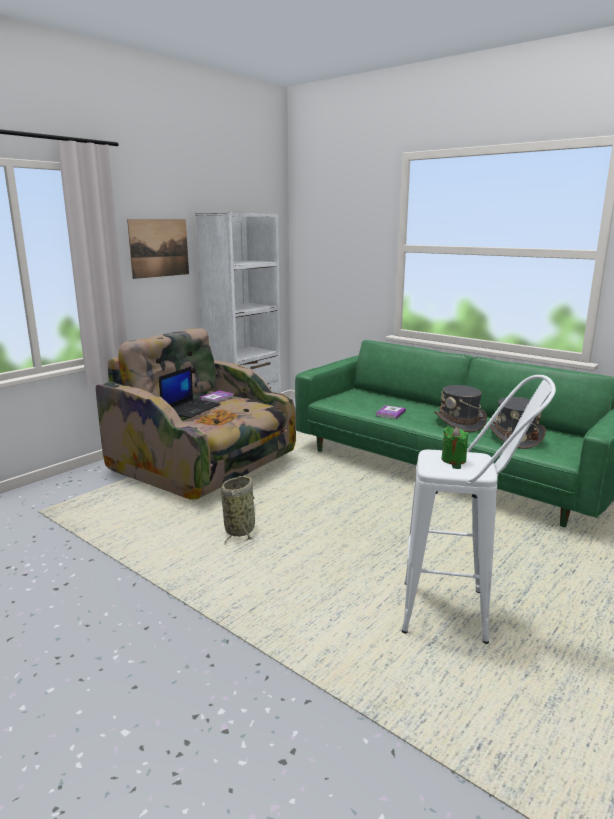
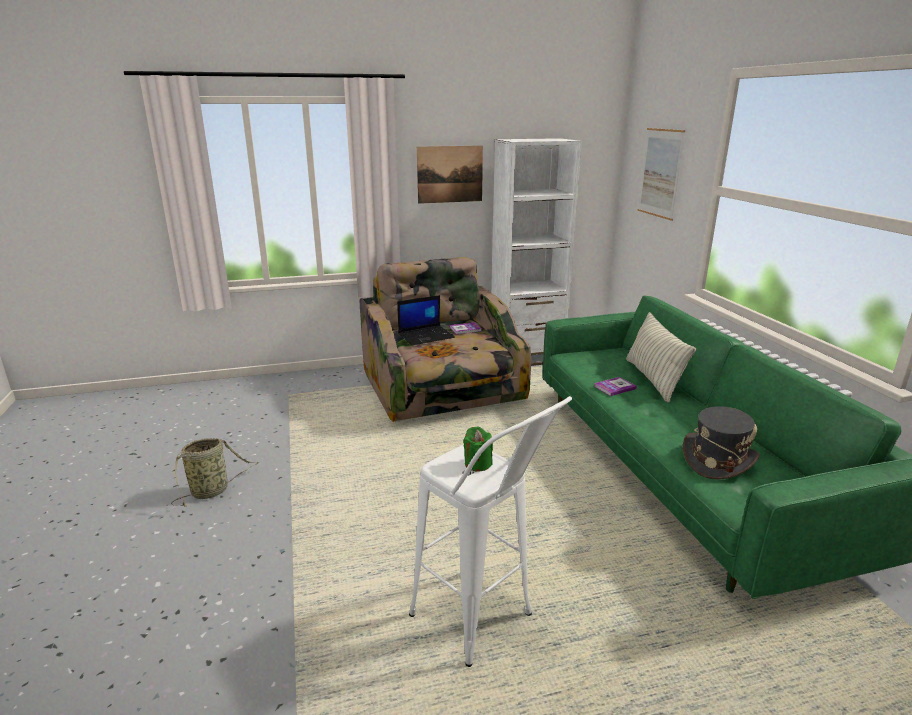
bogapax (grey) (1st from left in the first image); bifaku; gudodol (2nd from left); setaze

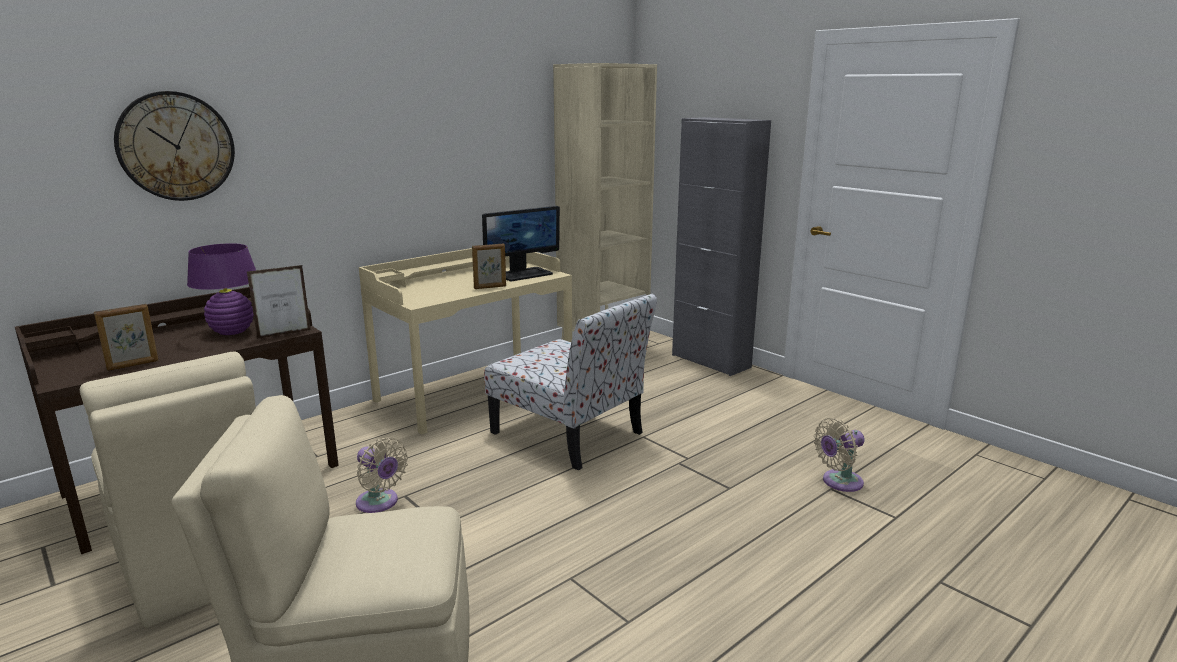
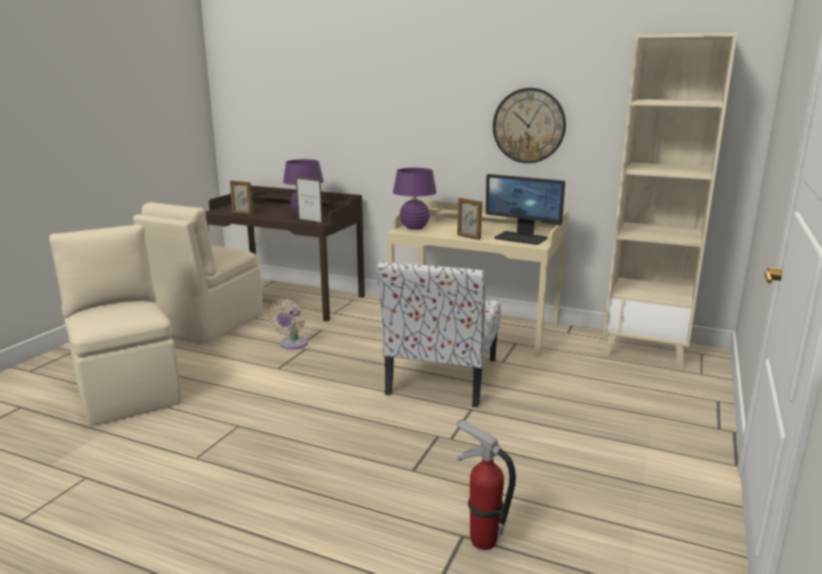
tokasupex; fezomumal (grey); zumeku; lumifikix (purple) (2nd from left)

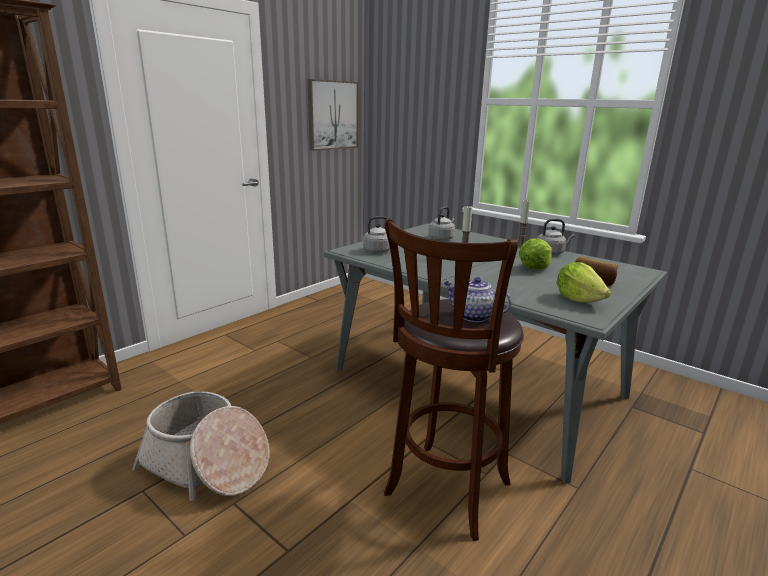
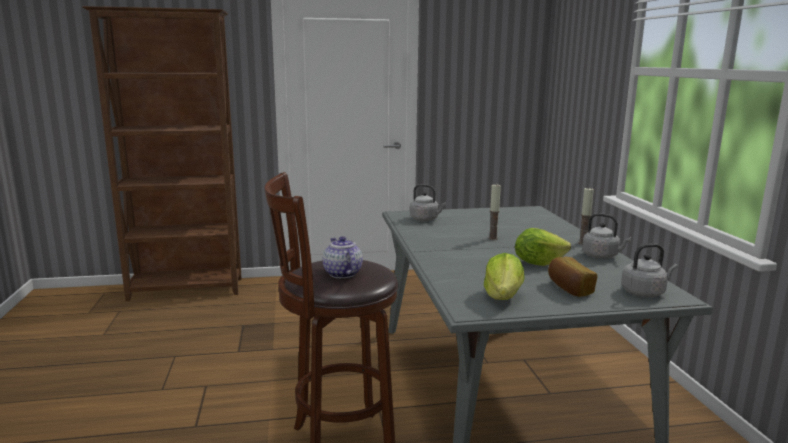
gudodol; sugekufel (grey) (3rd from left); bifaku

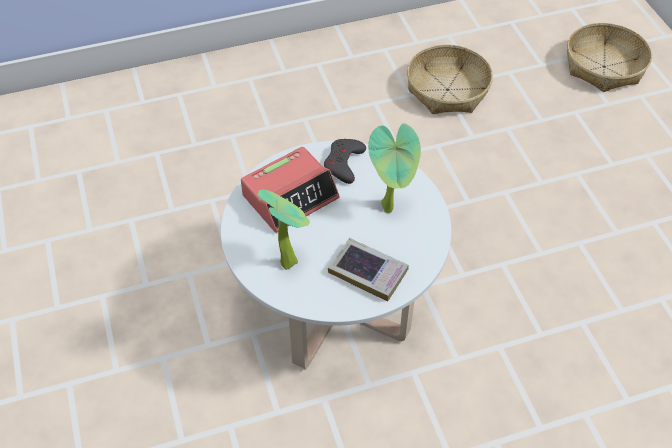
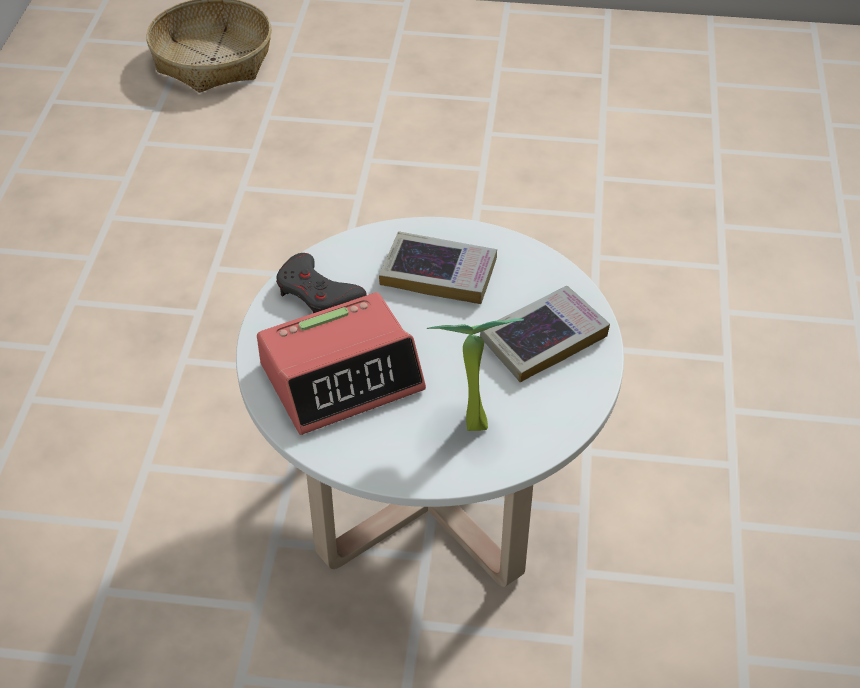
bifaku (1st from left in the first image); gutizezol (1st from left); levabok

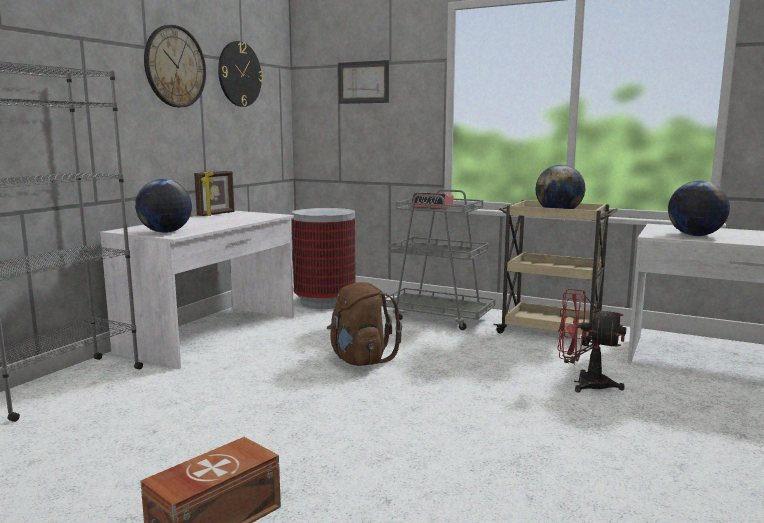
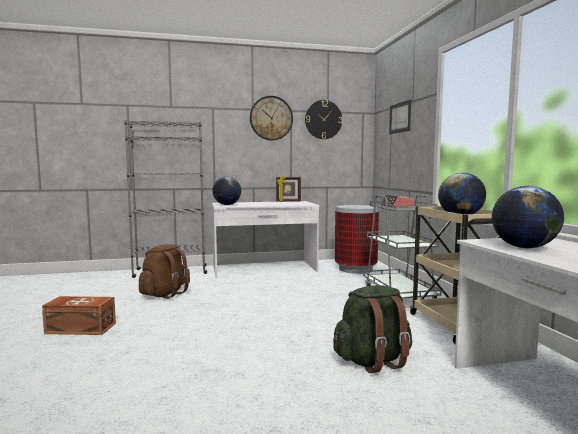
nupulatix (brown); nupulatix (green)

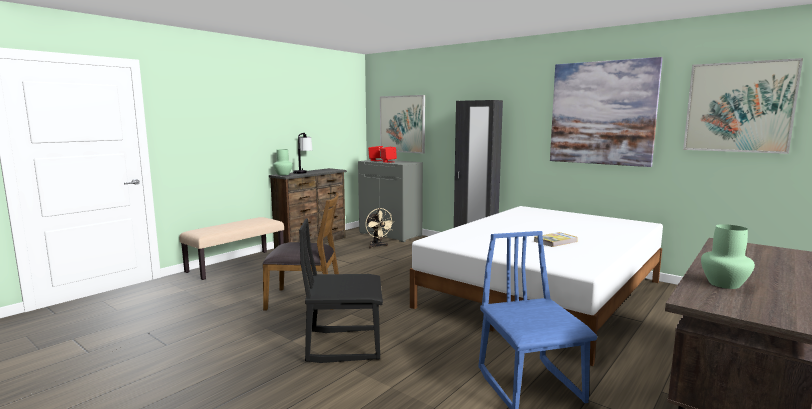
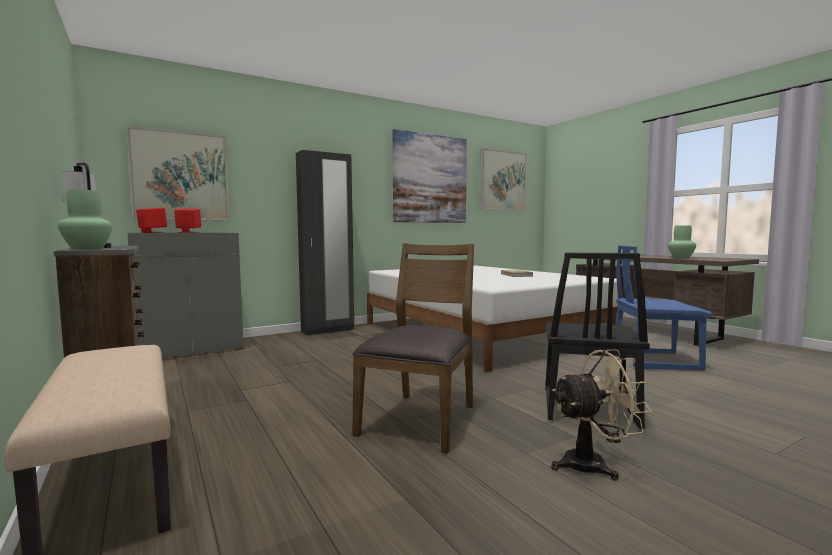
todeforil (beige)

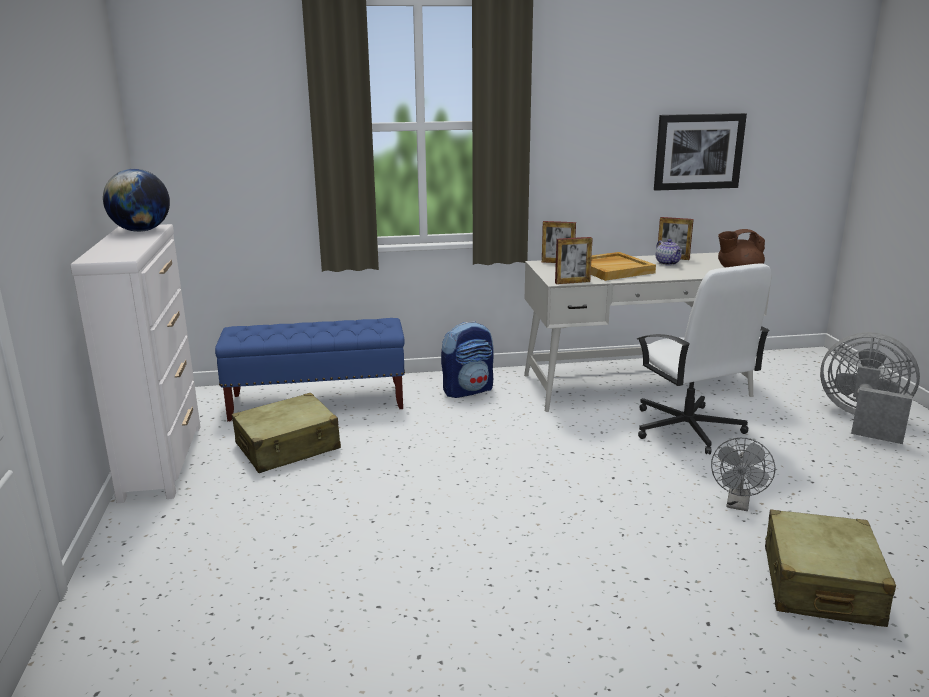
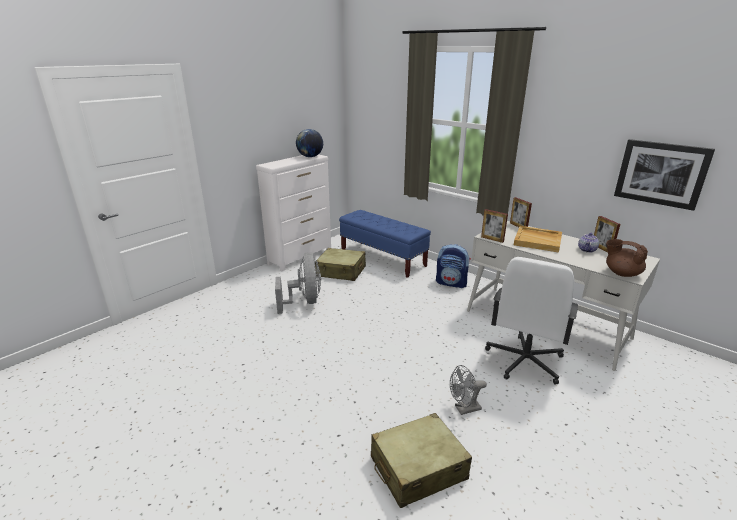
todeforil (grey) (1st from left)

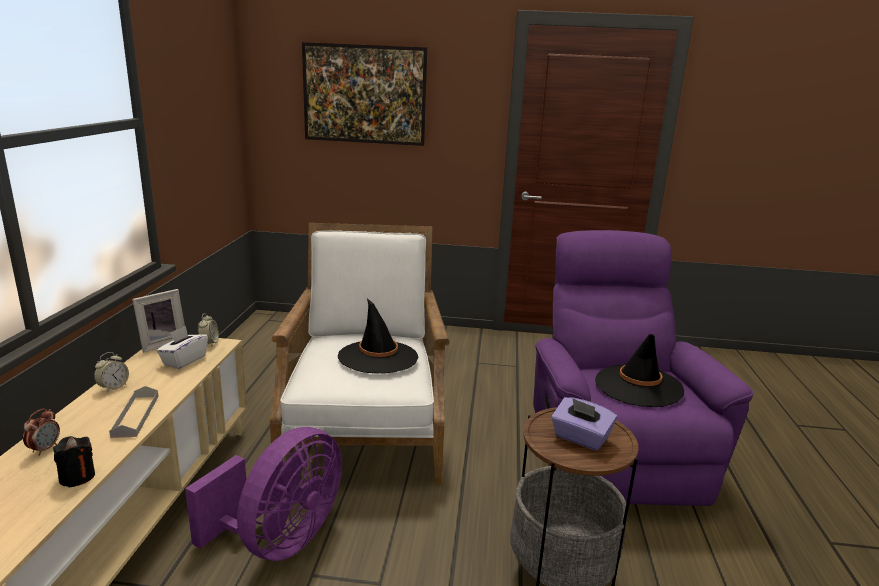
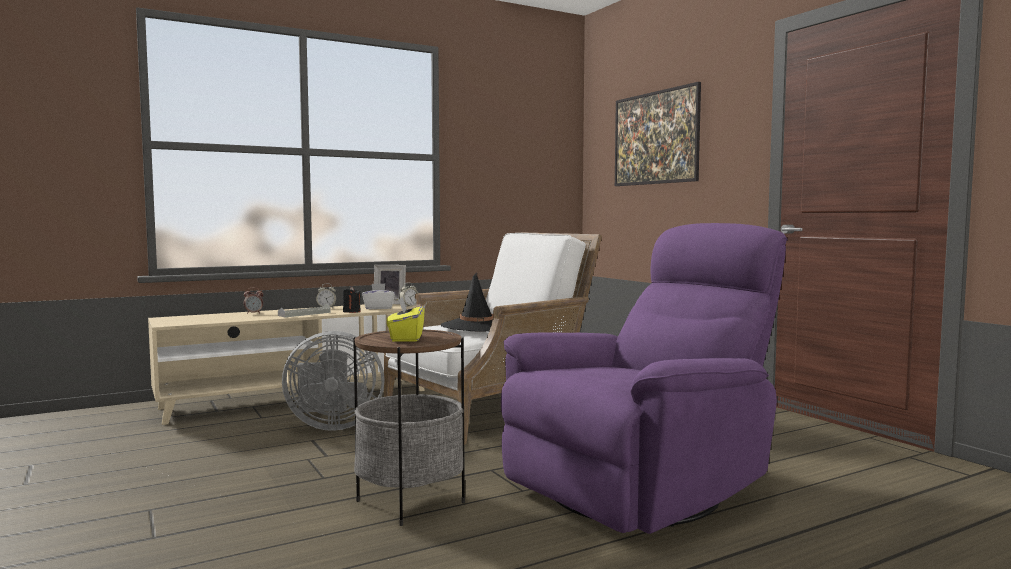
bogapax (black) (2nd from left in the first image); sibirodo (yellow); todeforil (grey); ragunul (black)

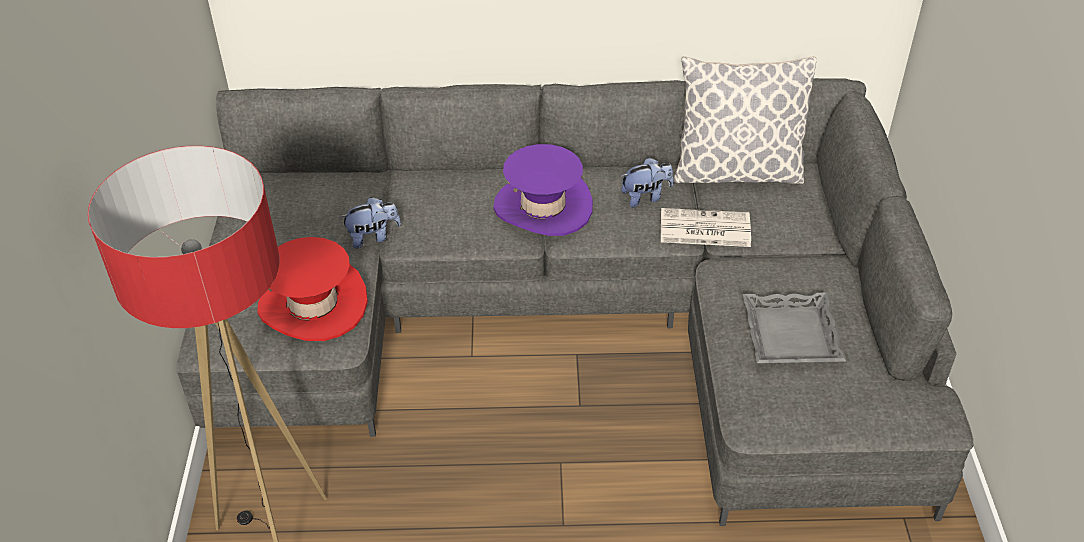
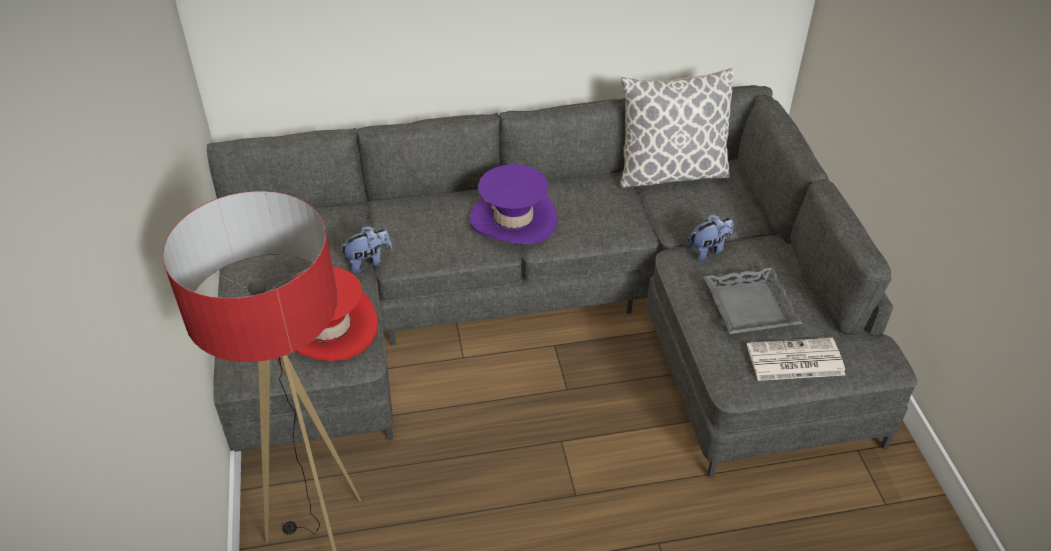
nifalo (2nd from left); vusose

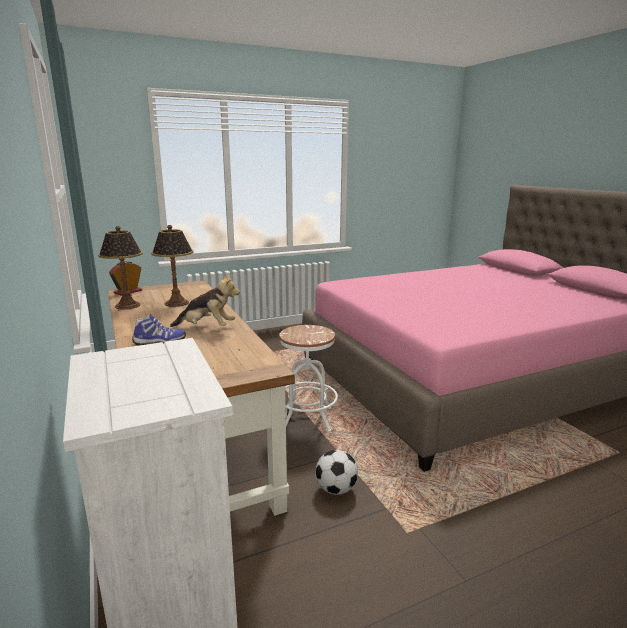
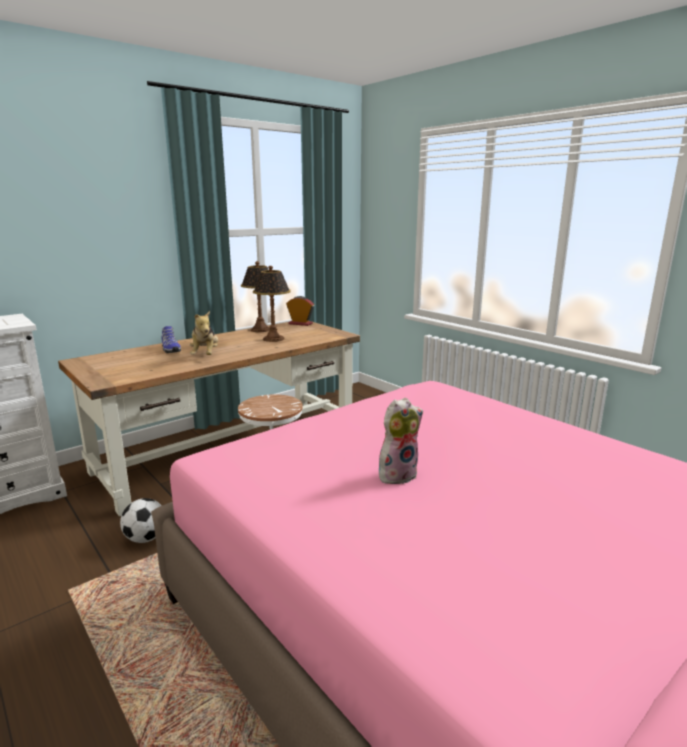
nifalo (2nd from left)

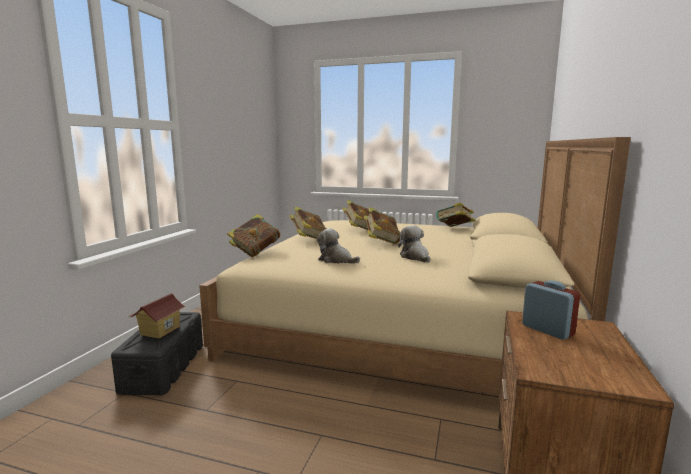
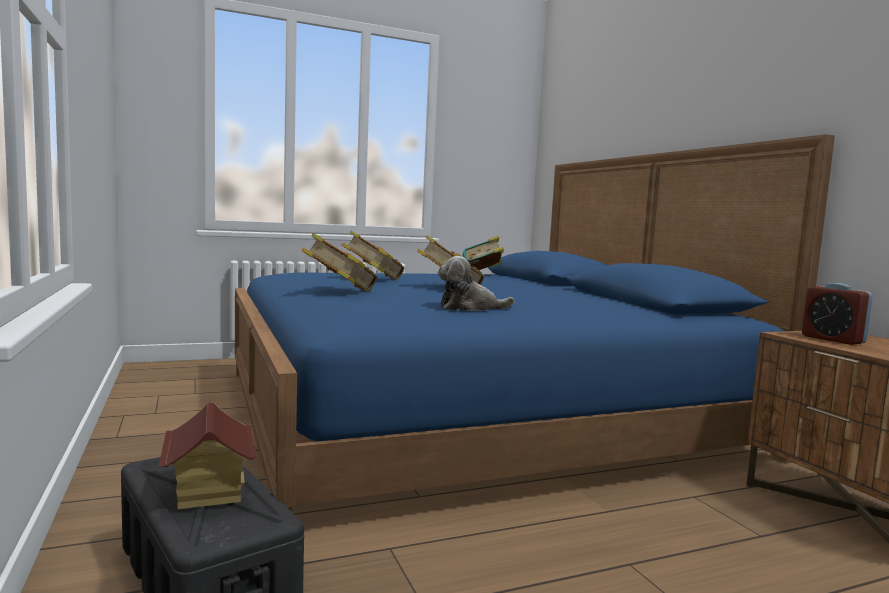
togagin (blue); gutizezol (1st from left in the first image); nifalo (2nd from left in the first image); levabok

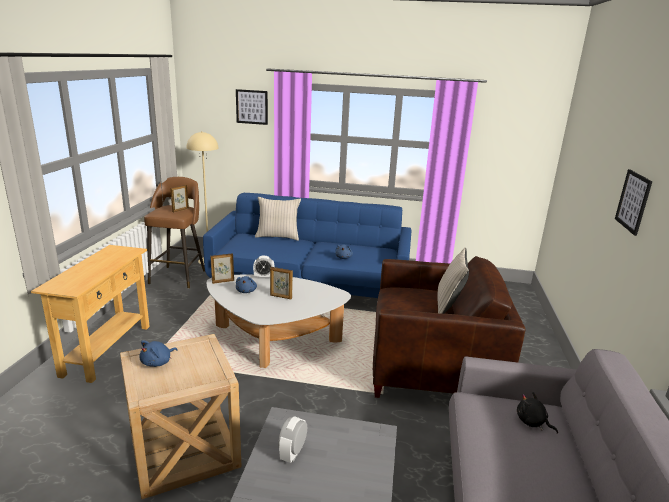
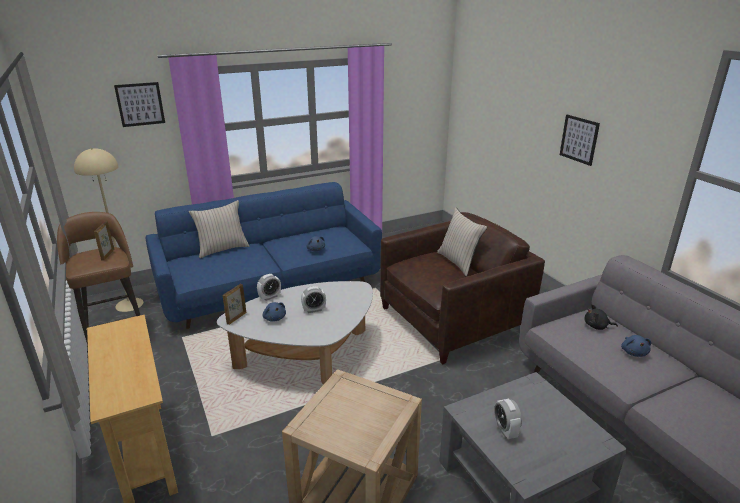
levabok (2nd from left); nifalo (blue) (3rd from left)

